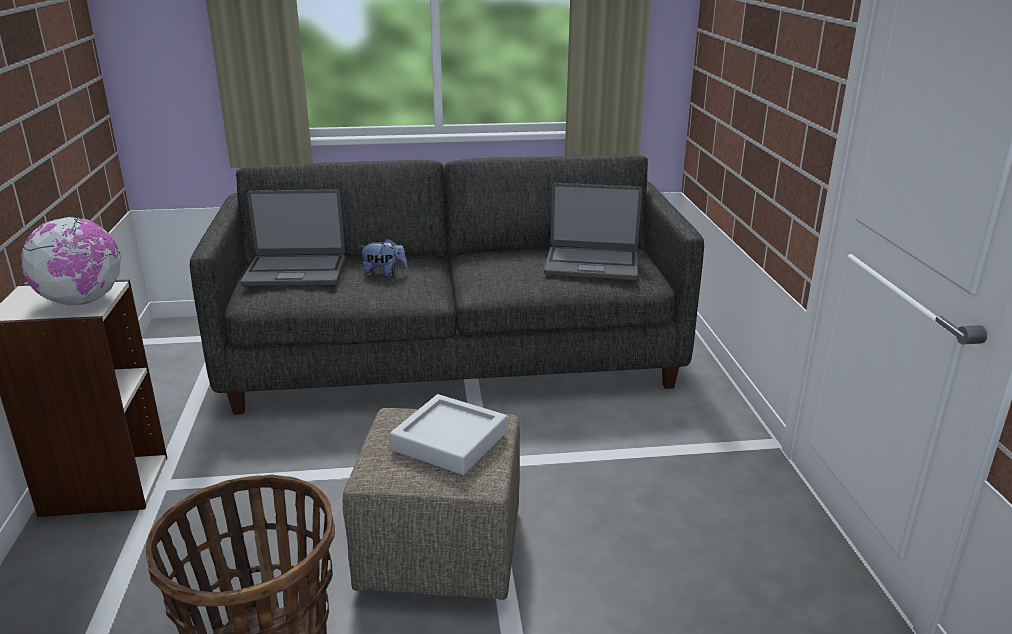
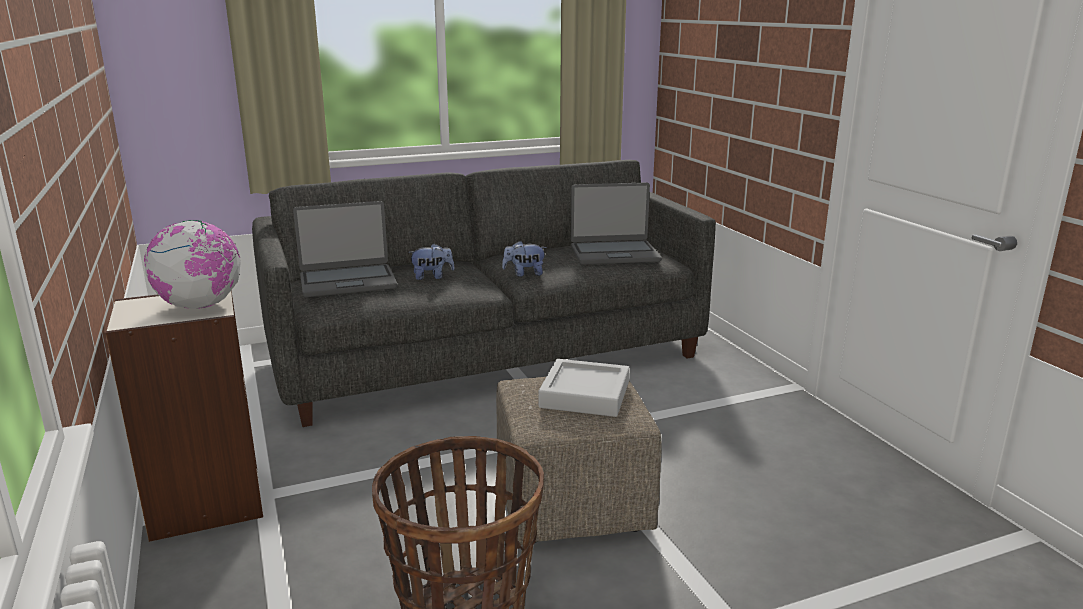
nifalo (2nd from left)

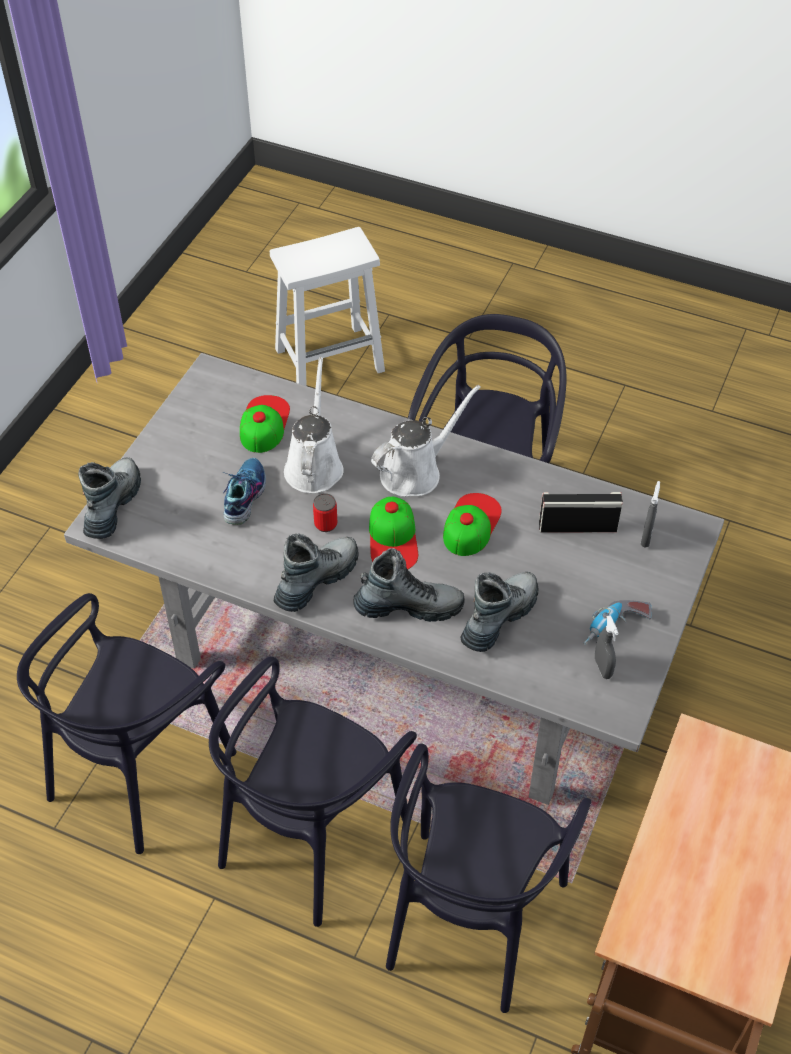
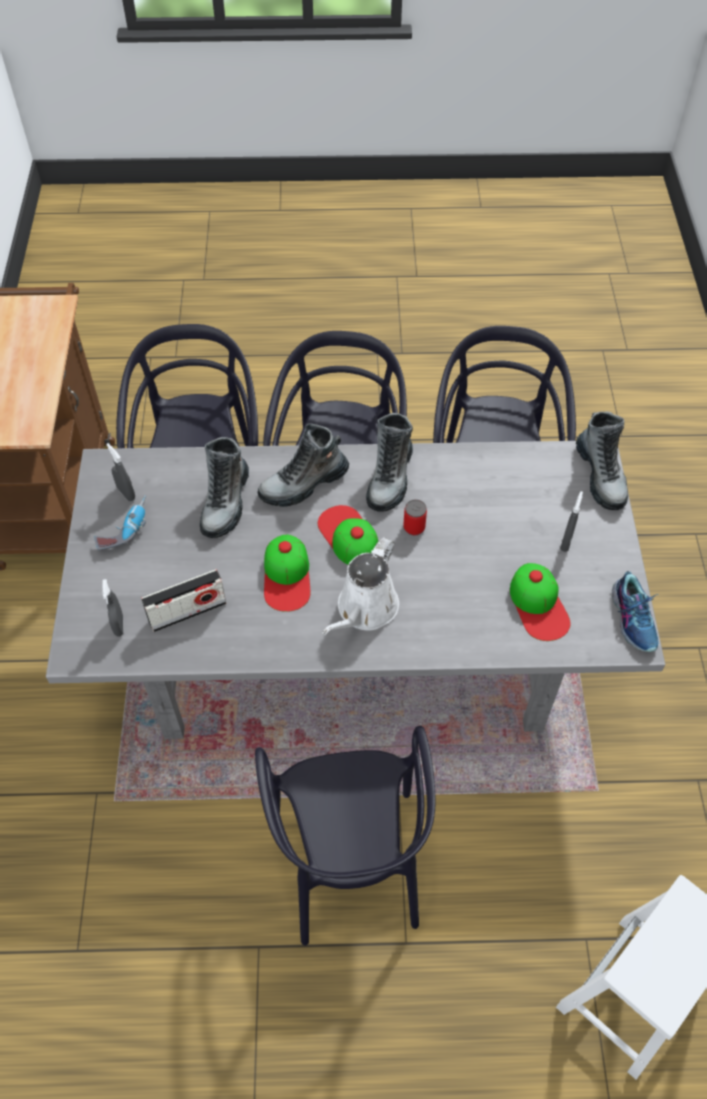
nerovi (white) (1st from left in the first image); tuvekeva; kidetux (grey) (3rd from left)

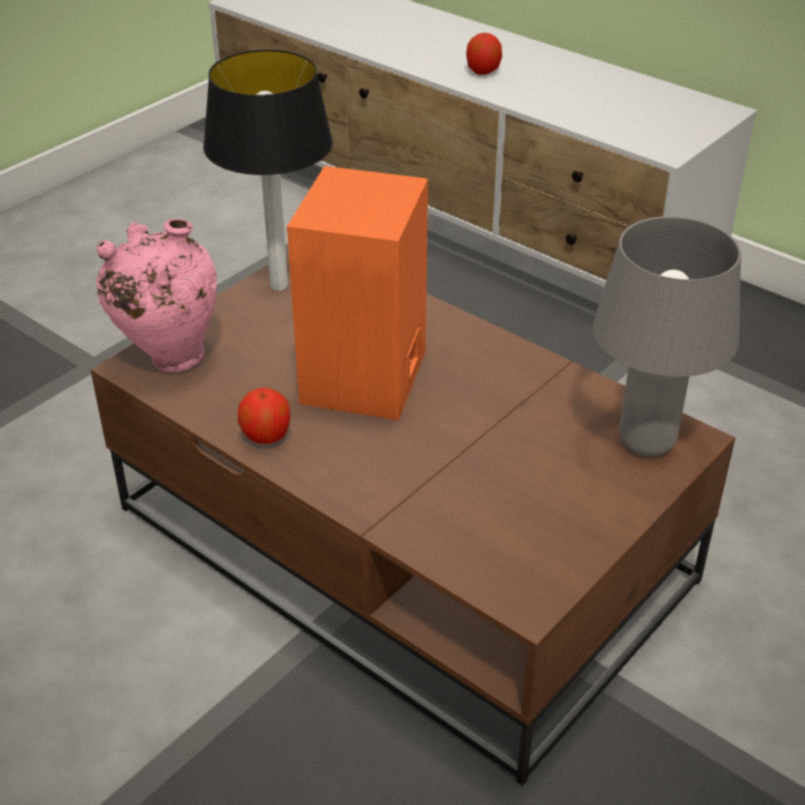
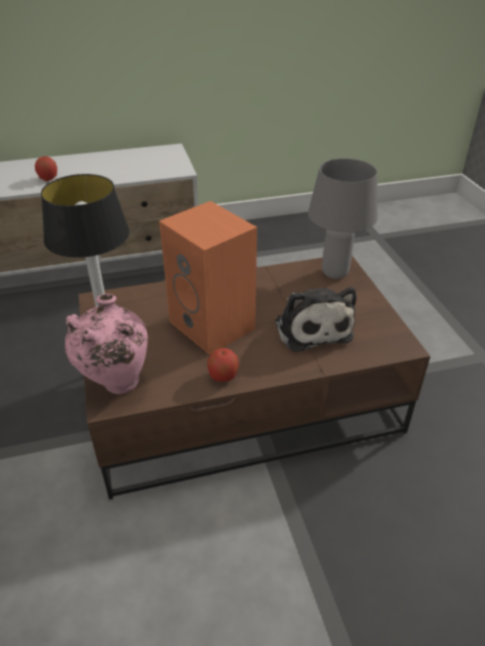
nifalo

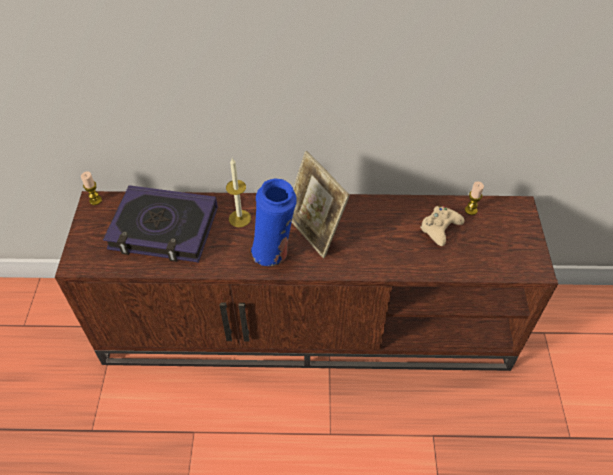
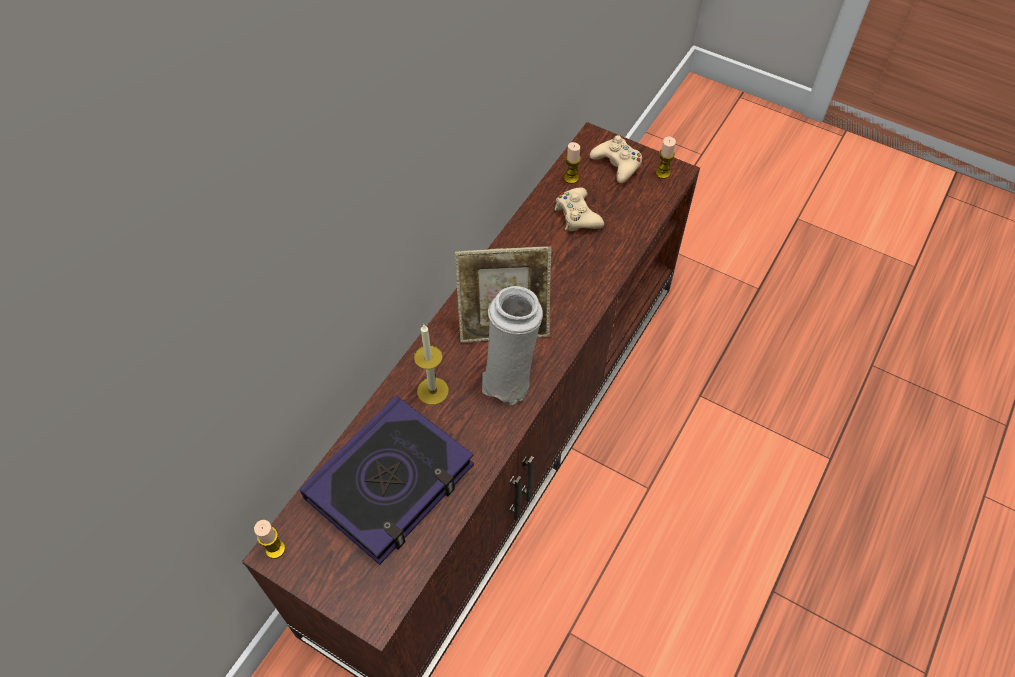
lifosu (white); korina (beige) (2nd from left); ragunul (4th from left)

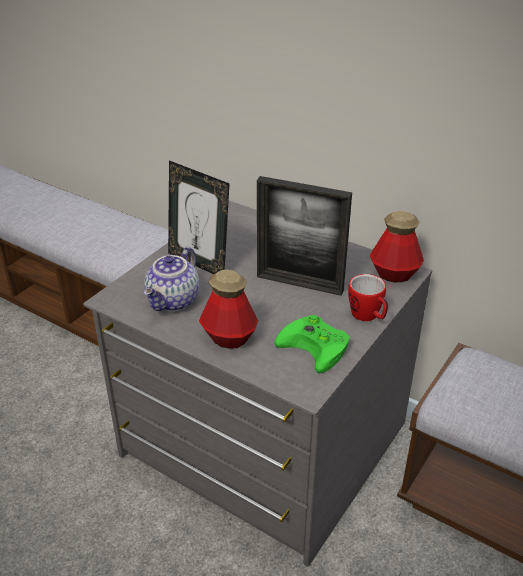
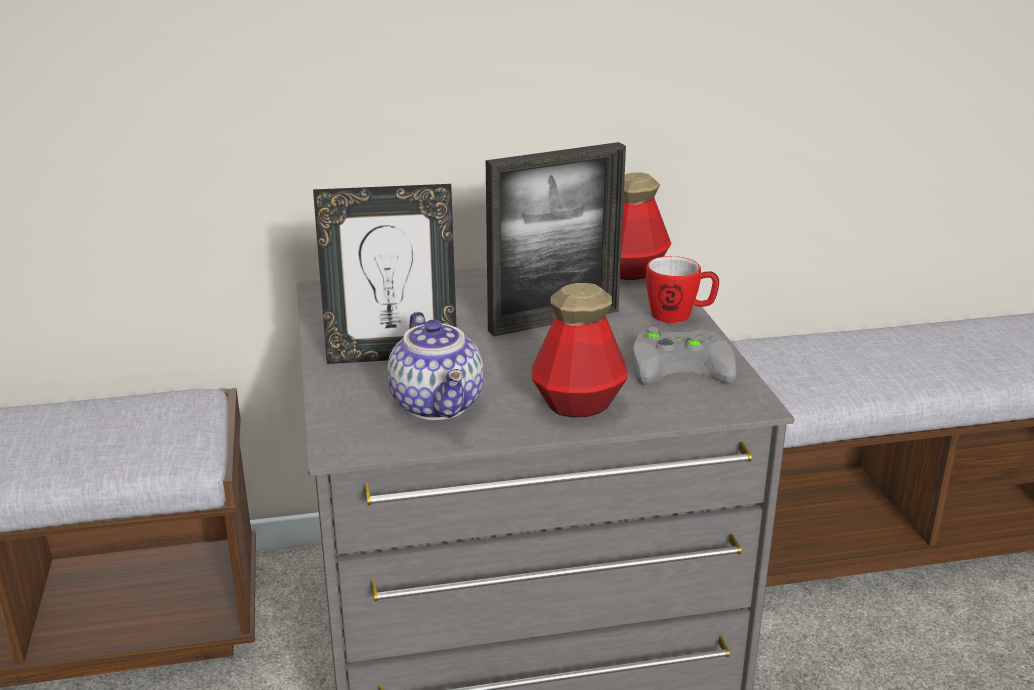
korina (grey)

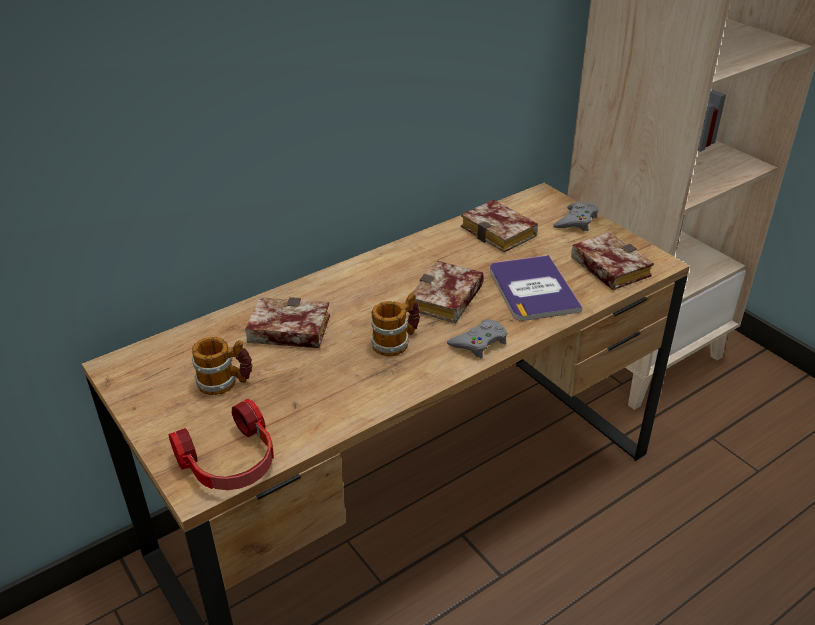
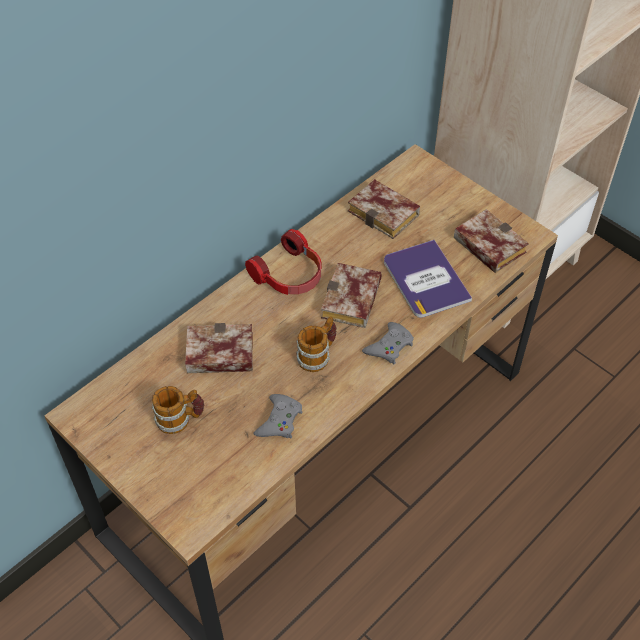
korina (grey) (1st from left); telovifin

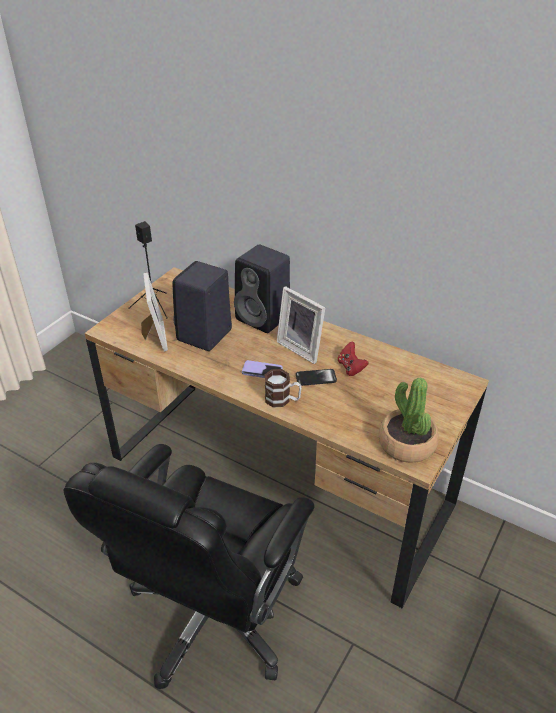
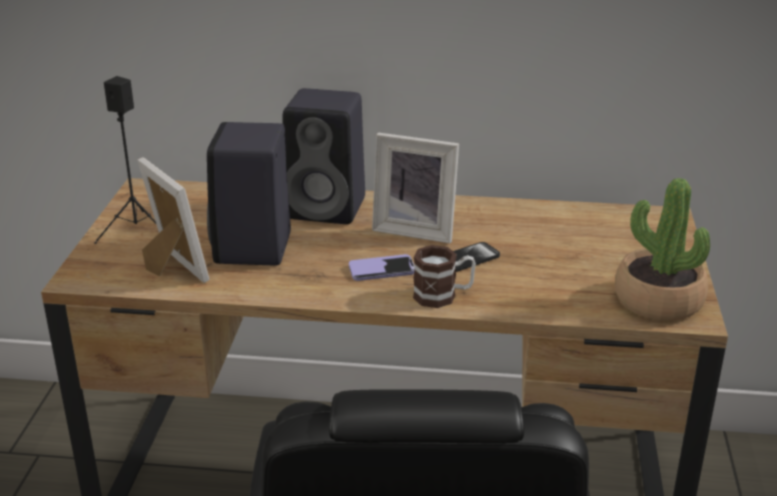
korina (red)

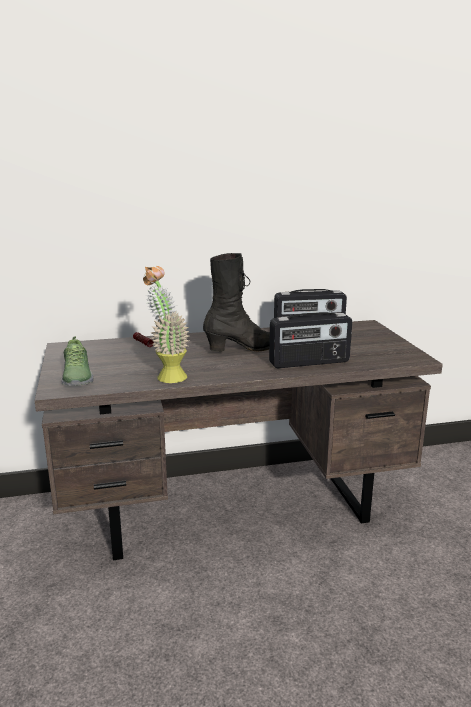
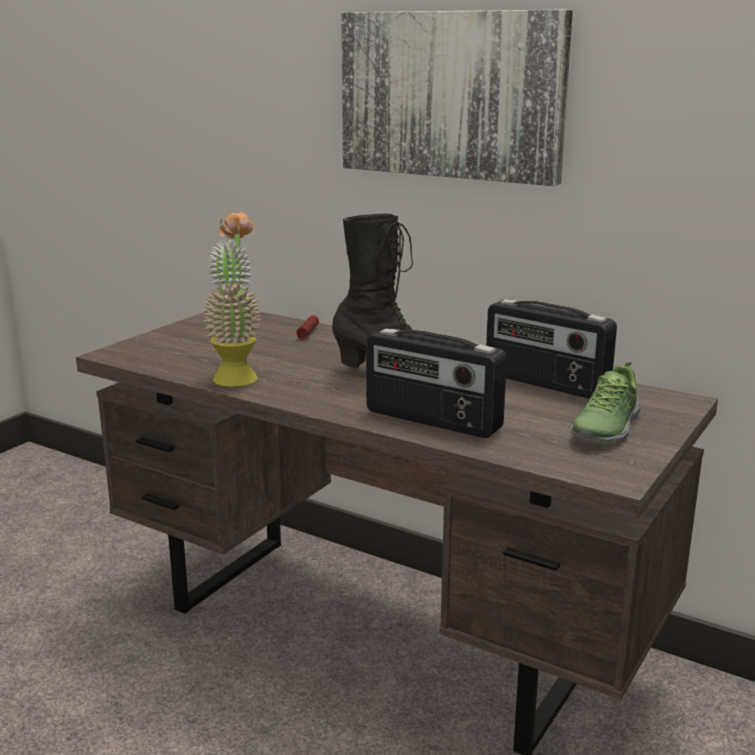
tuvekeva; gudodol

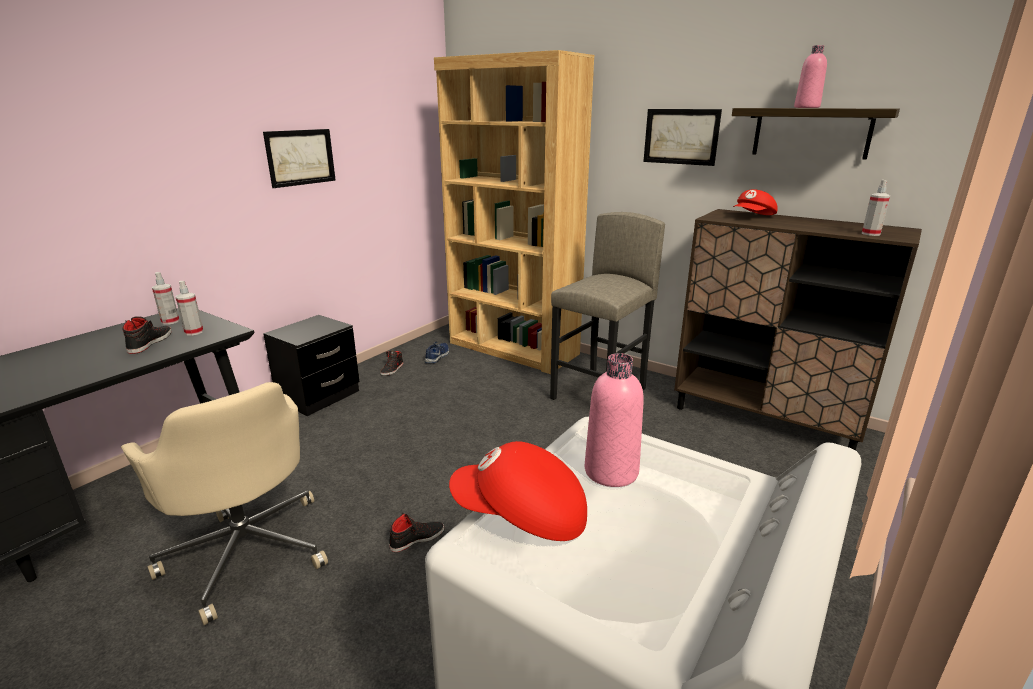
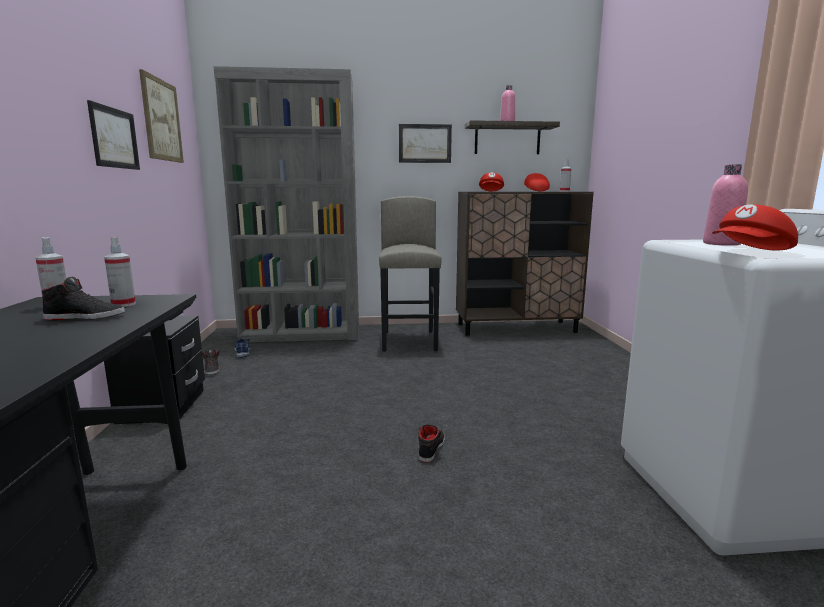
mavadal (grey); tuvekeva (black) (1st from left); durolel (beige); gudodol (2nd from left); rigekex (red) (2nd from left)

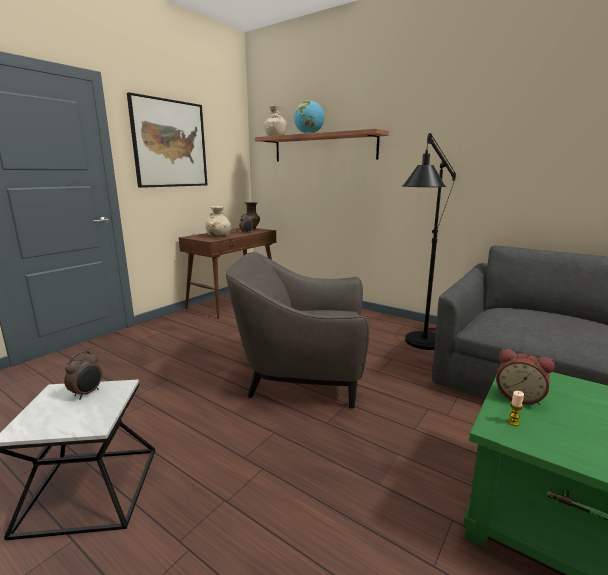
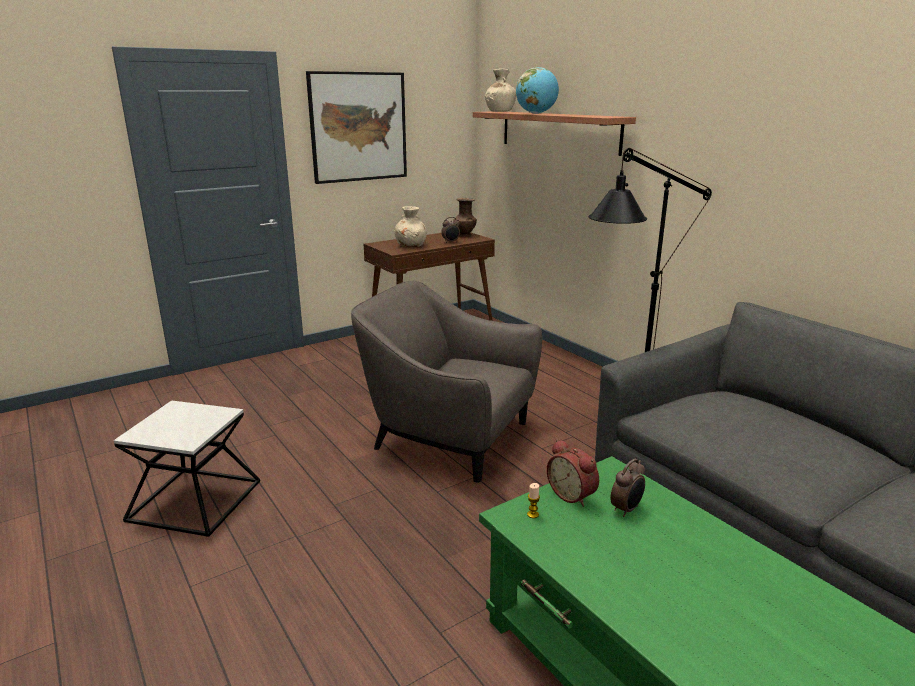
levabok (3rd from left)

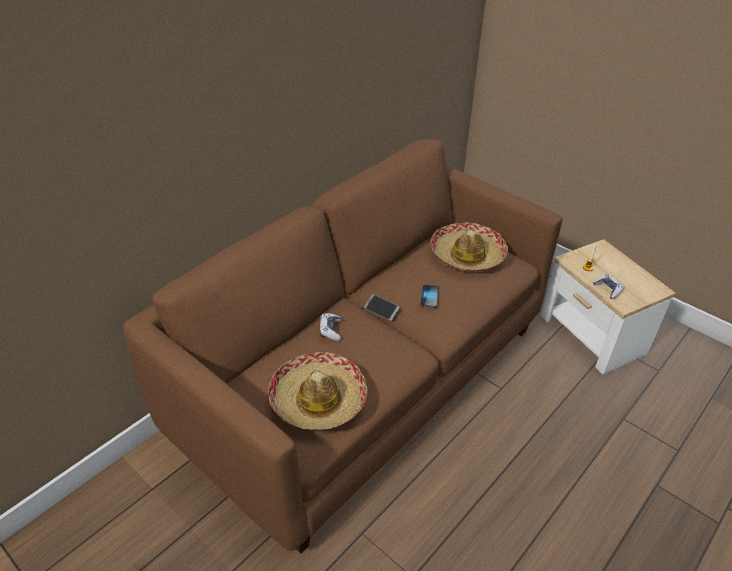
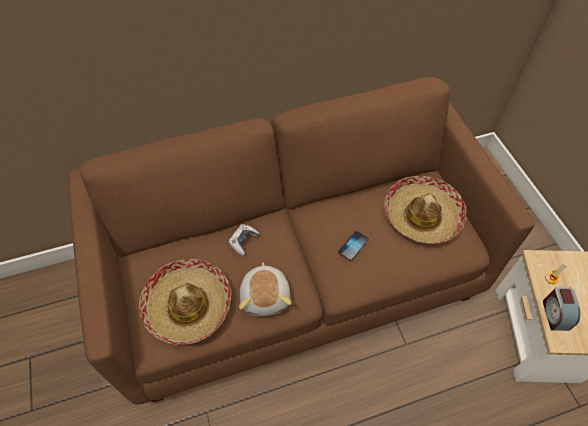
levabok; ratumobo (1st from left in the first image); nifalo

